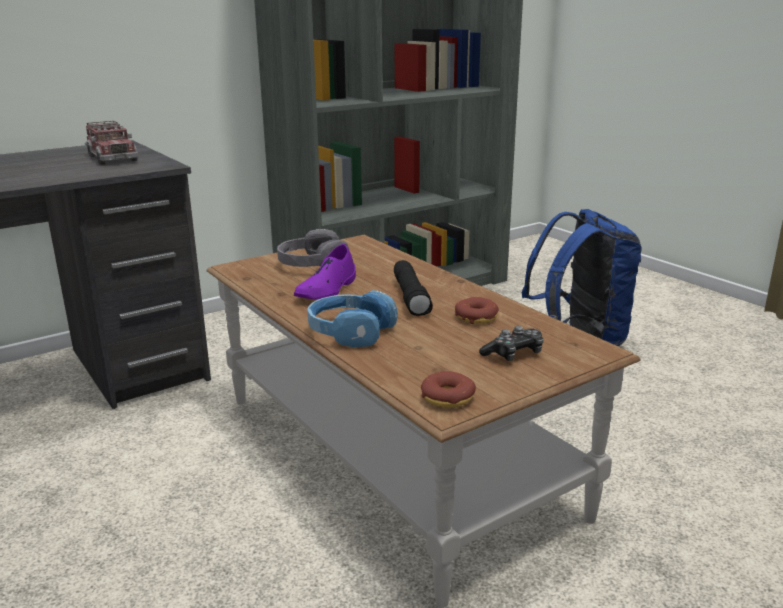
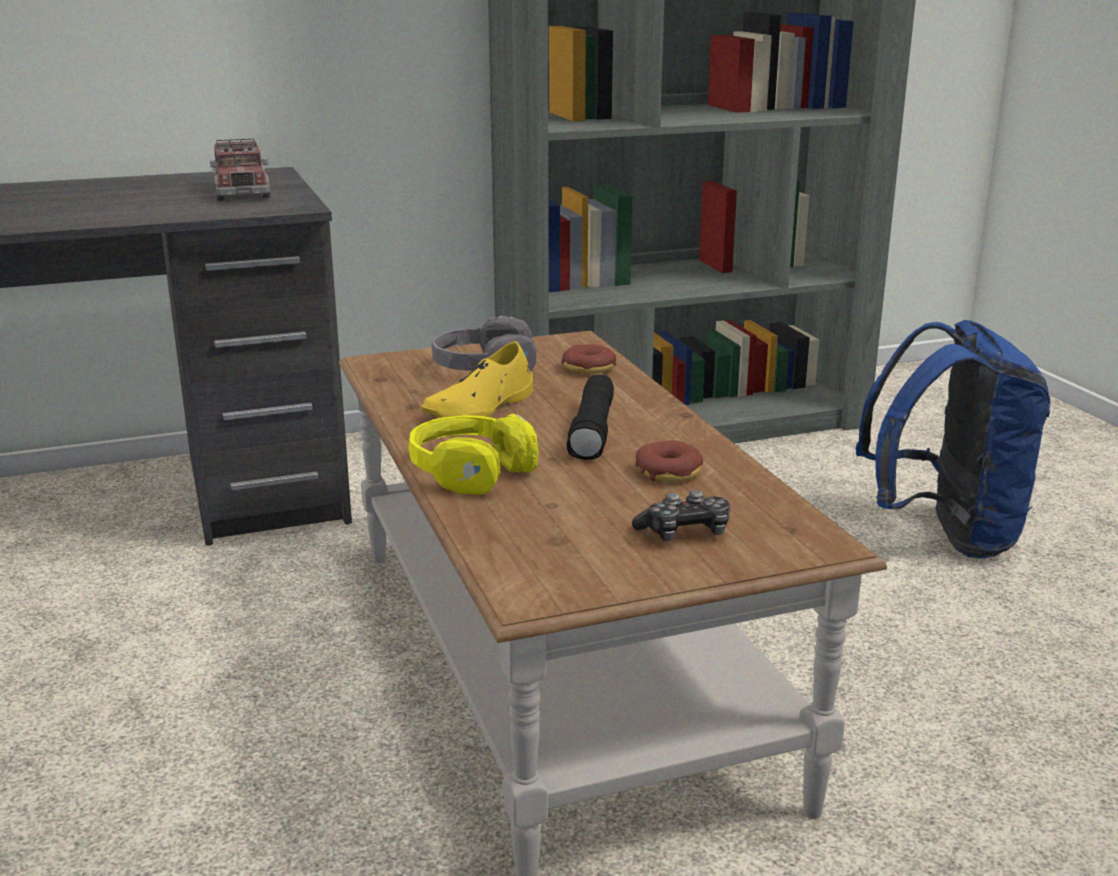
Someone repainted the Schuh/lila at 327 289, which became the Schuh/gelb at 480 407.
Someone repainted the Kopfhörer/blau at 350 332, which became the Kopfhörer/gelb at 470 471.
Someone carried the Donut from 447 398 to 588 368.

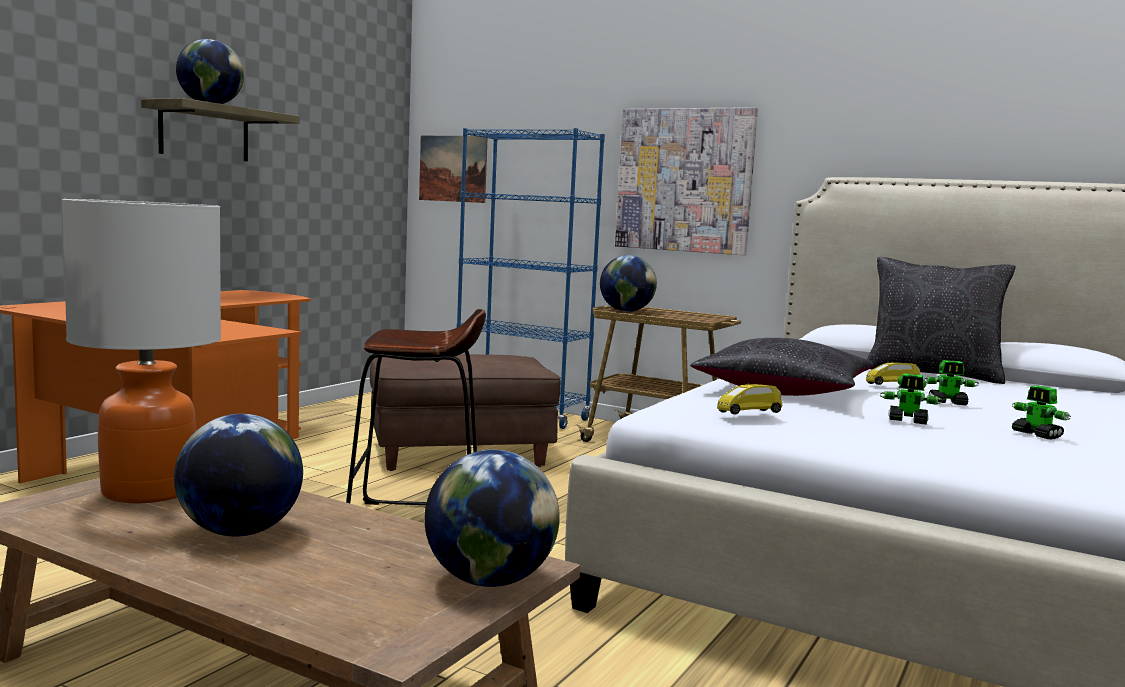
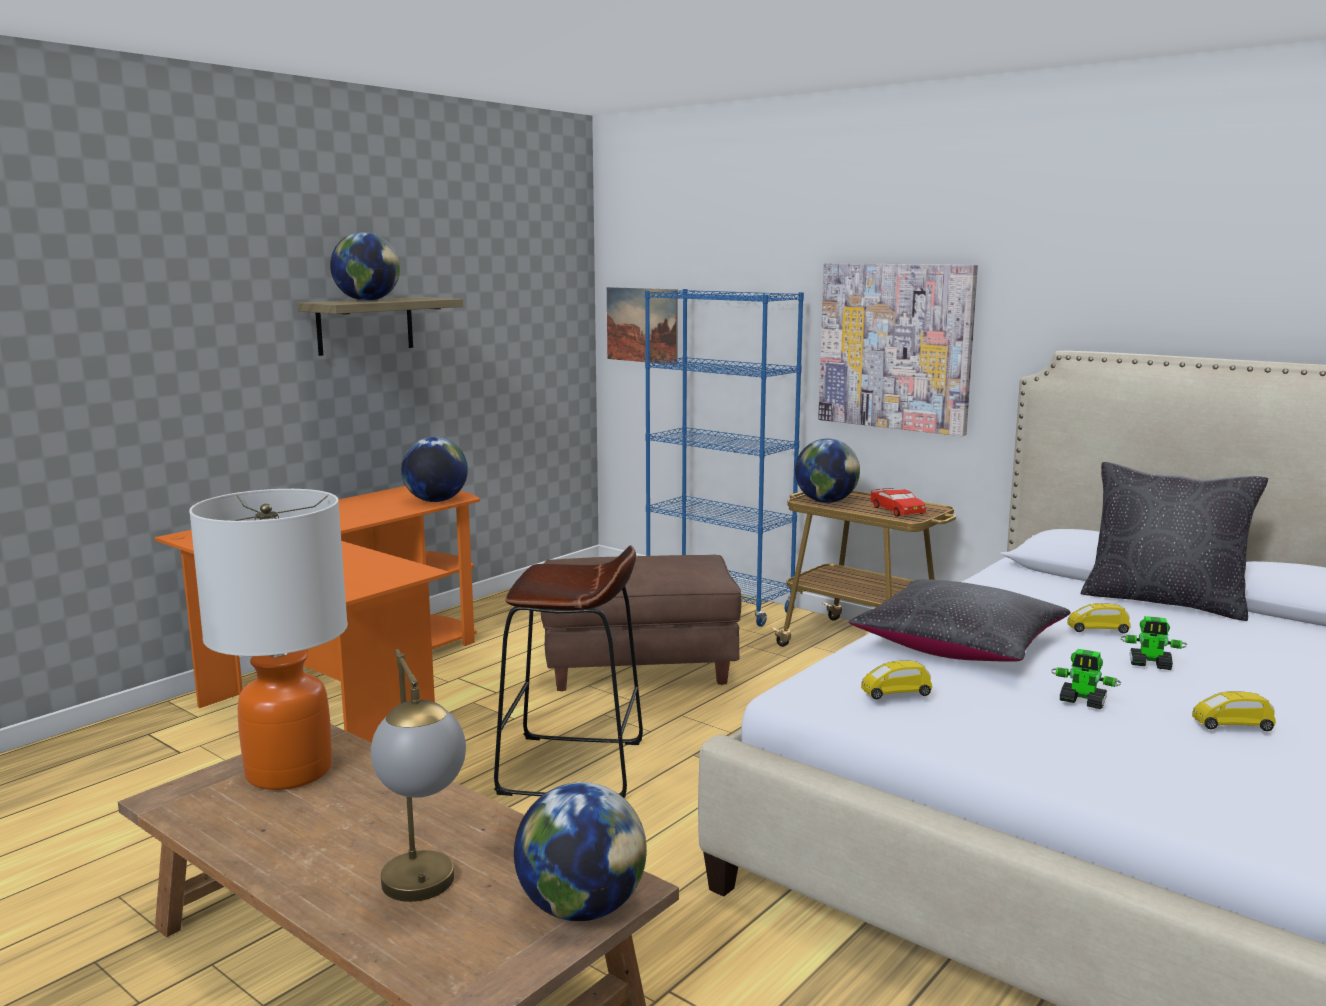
Someone swapped the Spielzeugroboter at 1037 435 for the Spielzeugauto/gelb at 1231 727.
Someone carried the Globus from 240 532 to 436 501.
Someone put down the Spielzeugauto/rot at 897 510.
Someone put down the Tischlampe at 424 895.

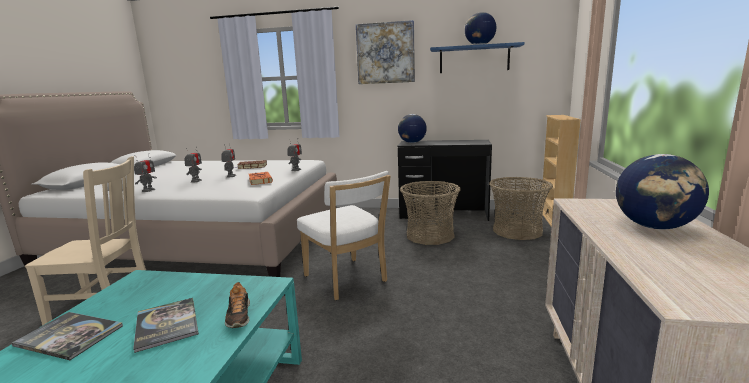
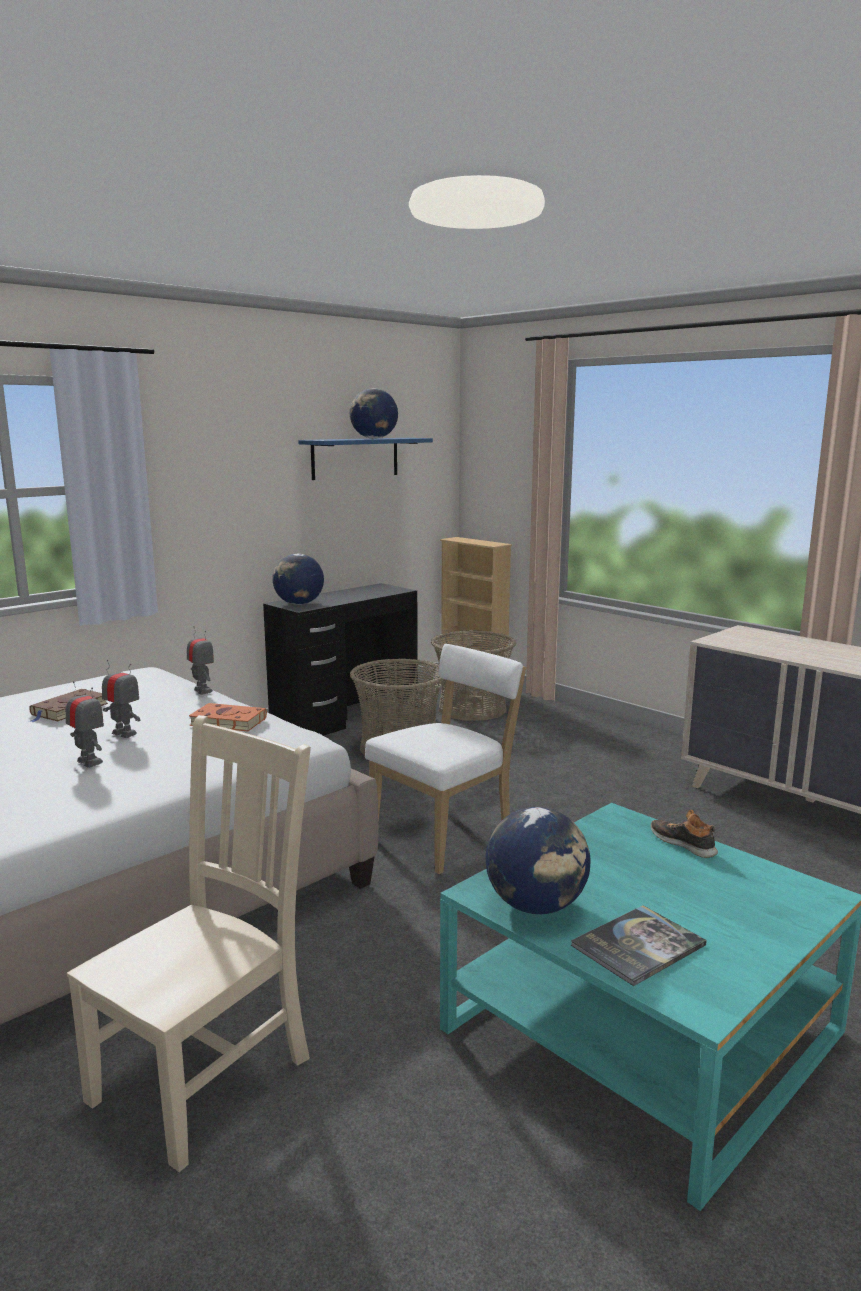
Someone took away the Bild at 385 53.
Someone carried the Globus from 654 227 to 536 906.
Someone took away the Spielzeugroboter at 148 190.
Someone rotated the Stuhl/weiß at 347 280 by 45 degrees counterclockwise.
Someone rotated the Schuh at 238 316 by 150 degrees counterclockwise.
Someone took away the Buch at 167 324.

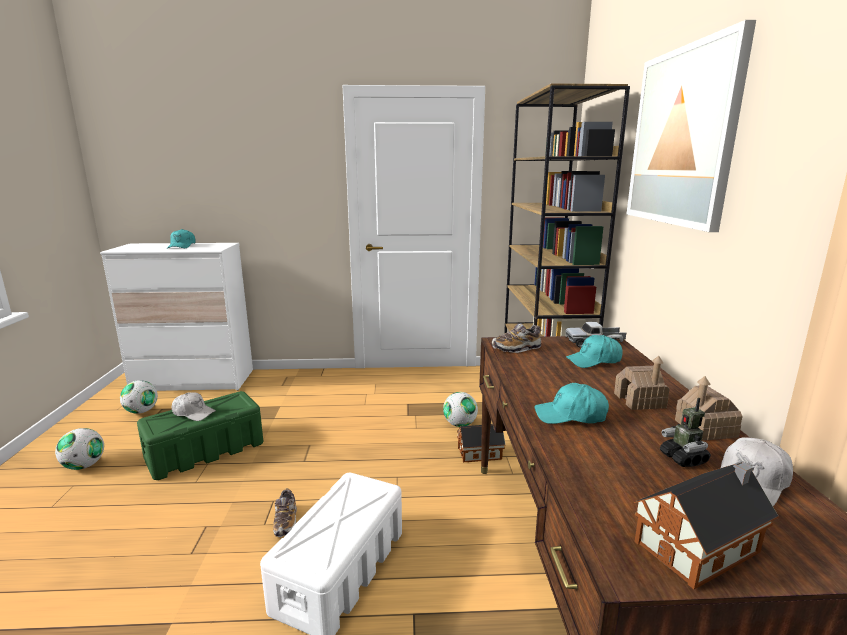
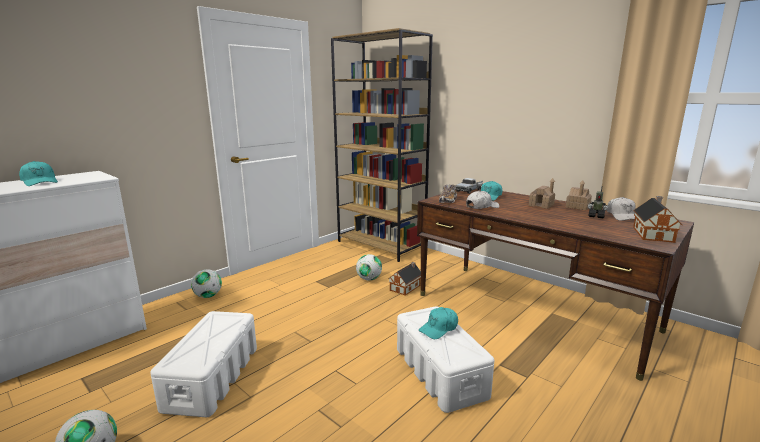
Someone took away the Bild at 682 137.
Someone carried the Fußball from 141 411 to 208 296.
Someone carried the Kappe/türkis from 570 415 to 439 328.
Someone repainted the Aufbewahrungsbox/grün at 206 451, which became the Aufbewahrungsbox/weiß at 213 377.
Someone carried the Kappe/weiß from 193 413 to 481 207.
Someone took away the Schuh at 286 521.

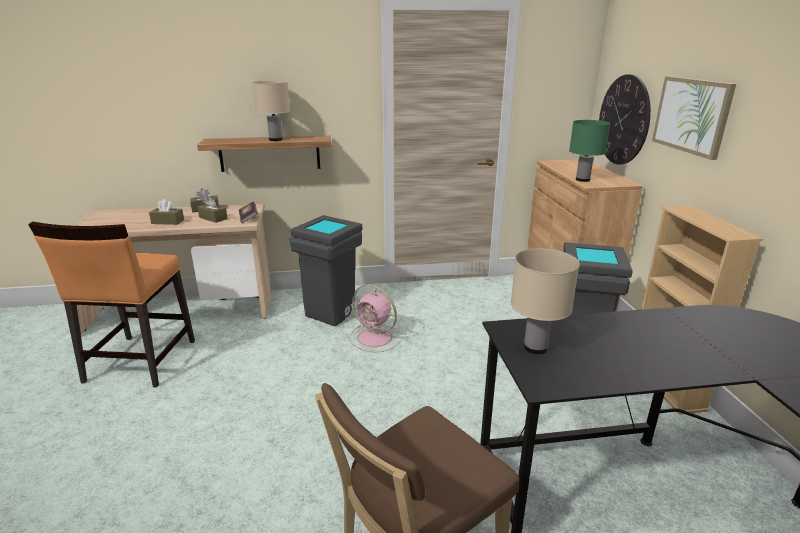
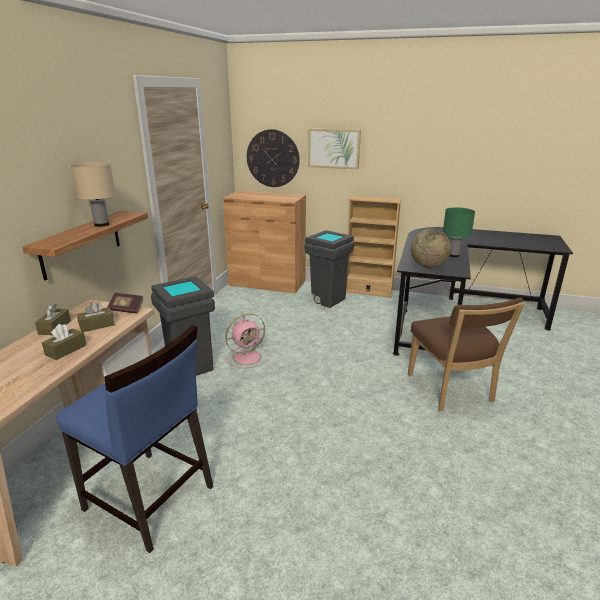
Someone carried the Tischlampe/grün from 583 179 to 453 255.
Someone repainted the Stuhl/orange at 140 361, which became the Stuhl/blau at 149 499.
Someone swapped the Tischlampe/beige at 536 347 for the Globus at 428 266.

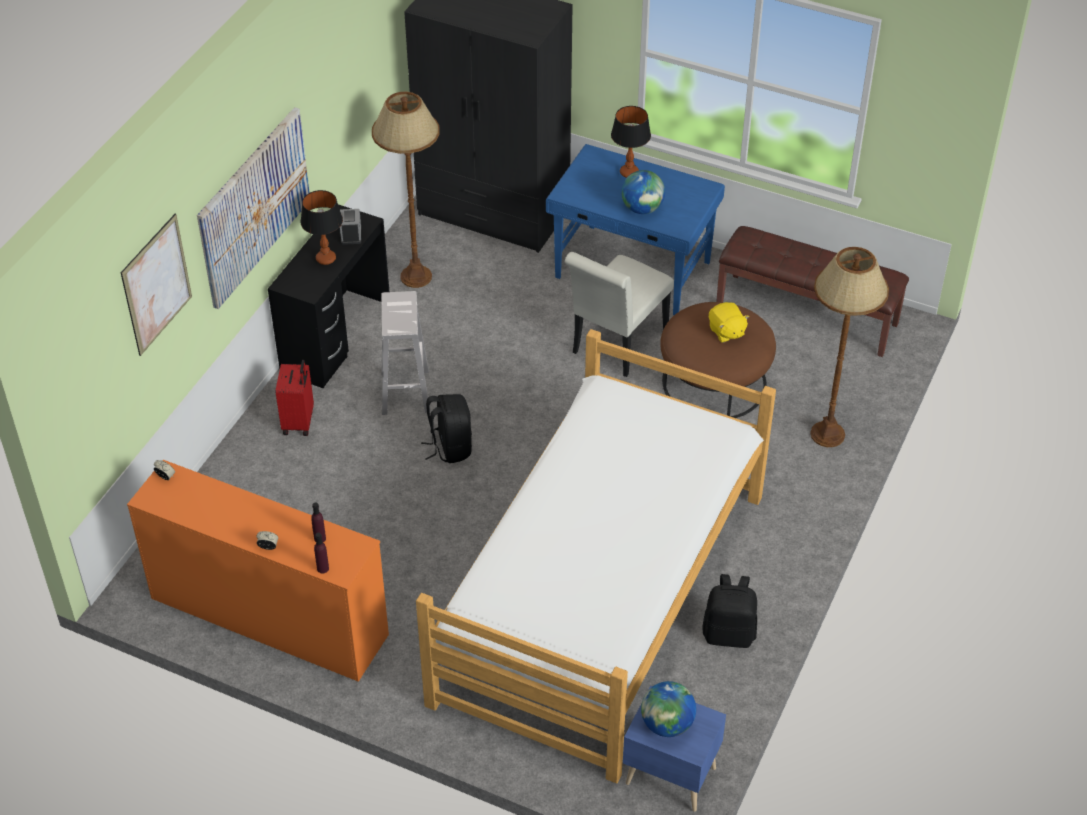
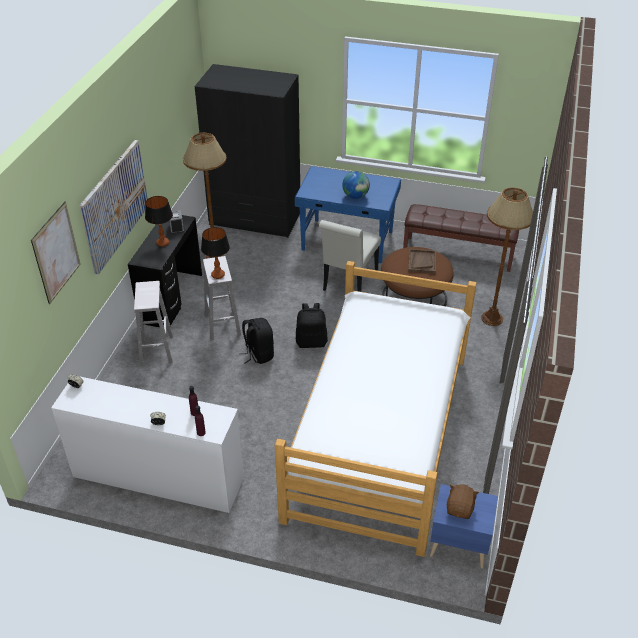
Someone carried the Tischlampe from 629 173 to 218 275.
Someone swapped the Plüschtier/gelb at 726 332 for the Tablett/braun at 422 262.
Someone swapped the Koffer/rot at 299 422 for the Hocker/weiß at 156 351.
Someone repainted the Kommode/orange at 268 616, which became the Kommode/weiß at 157 477.
Someone carried the Rucksack/schwarz from 729 633 to 311 342.
Someone swapped the Globus at 667 724 for the Plüschtier/braun at 460 509.

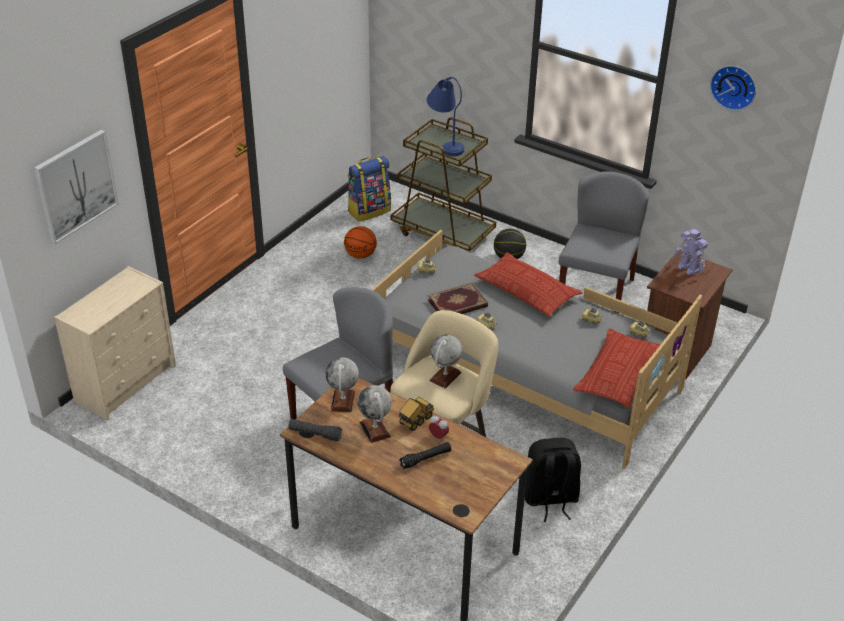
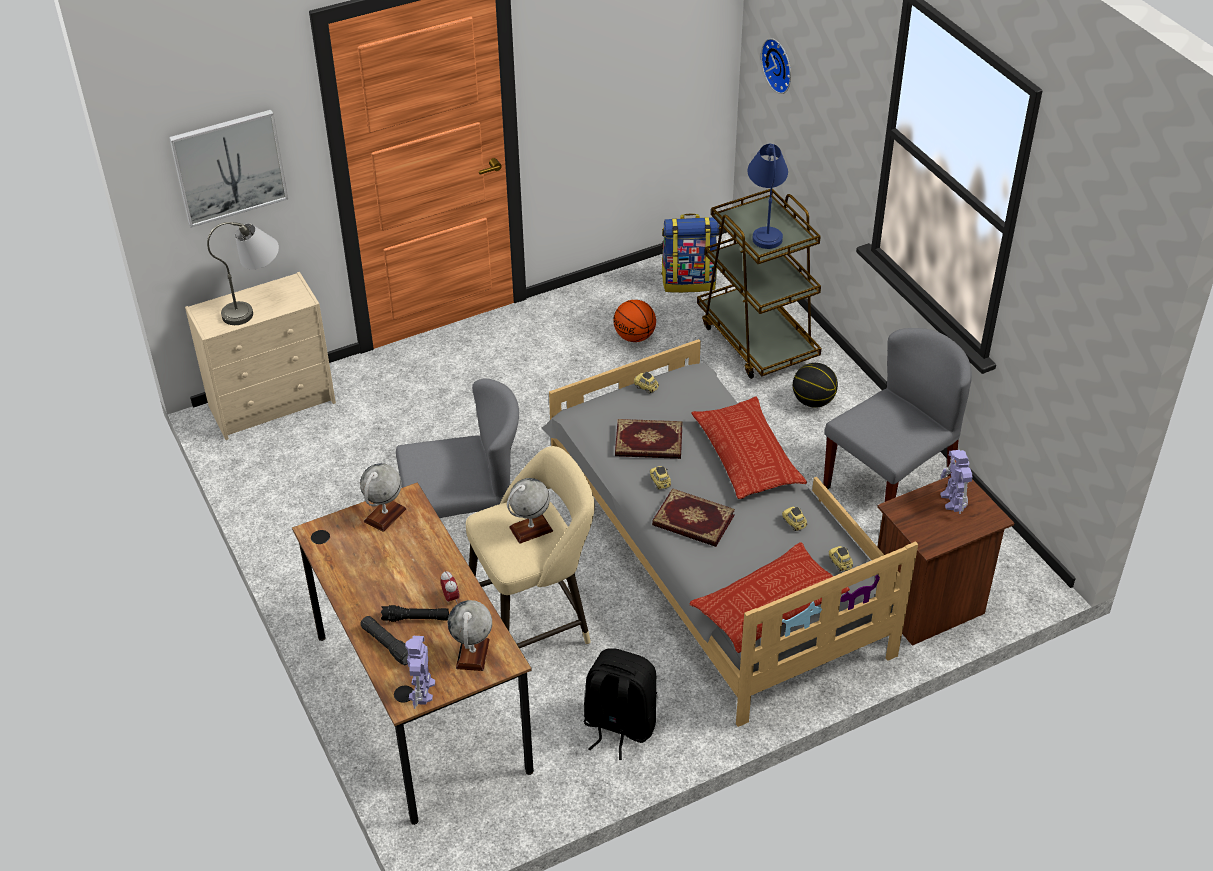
Someone carried the Wanduhr from 734 86 to 780 64.
Someone carried the Globus from 375 429 to 473 654.
Someone took away the Spielzeuglaster at 415 421.
Someone carried the Taschenlampe/schwarz from 315 434 to 387 645.
Someone put down the Tischlampe/grau at 256 306.
Someone put down the Buch at 693 521.
Someone put down the Spielzeugroboter at 422 691.

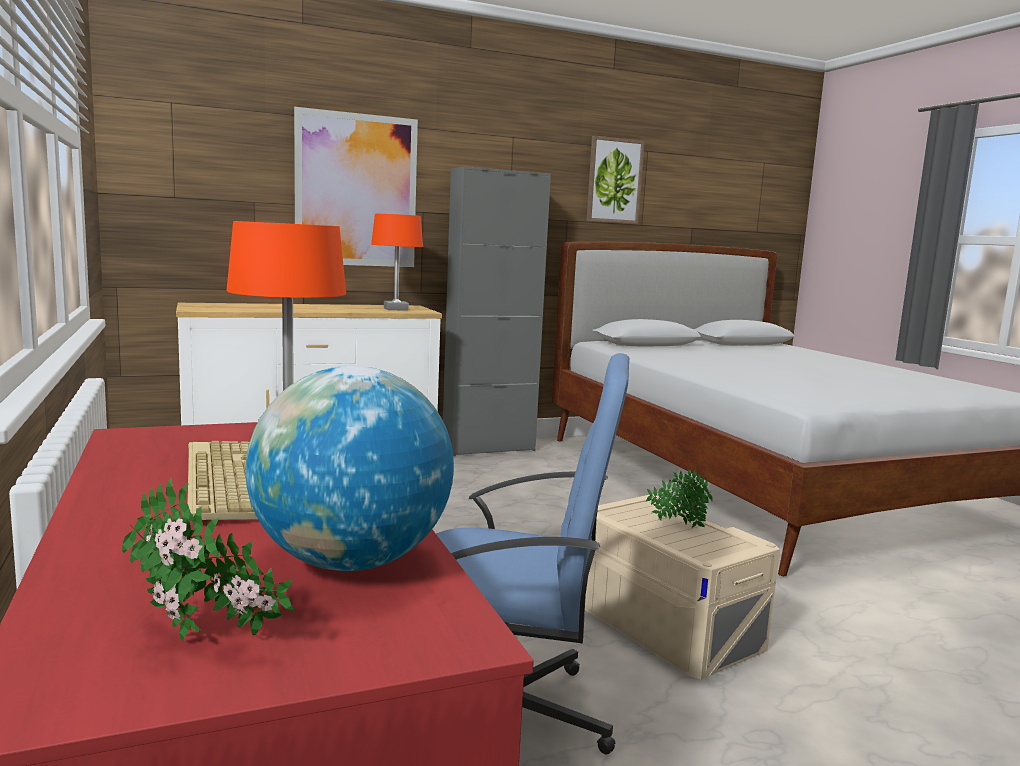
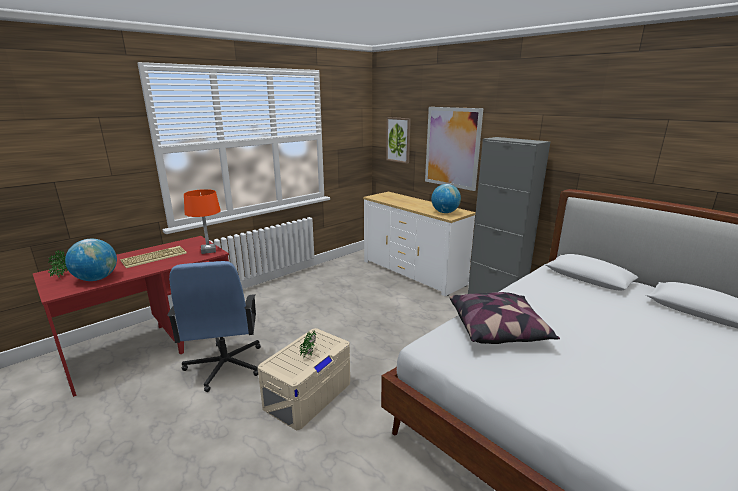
Someone carried the Bild from 614 181 to 398 140.
Someone swapped the Tischlampe/orange at 395 309 for the Globus at 445 212.
Someone put down the Kissen at 498 330.

